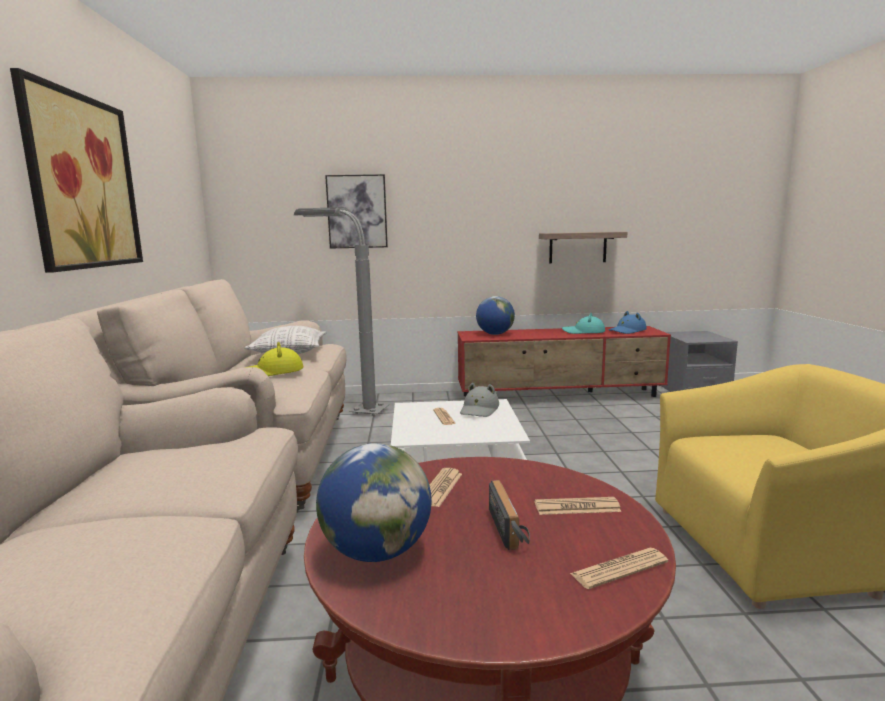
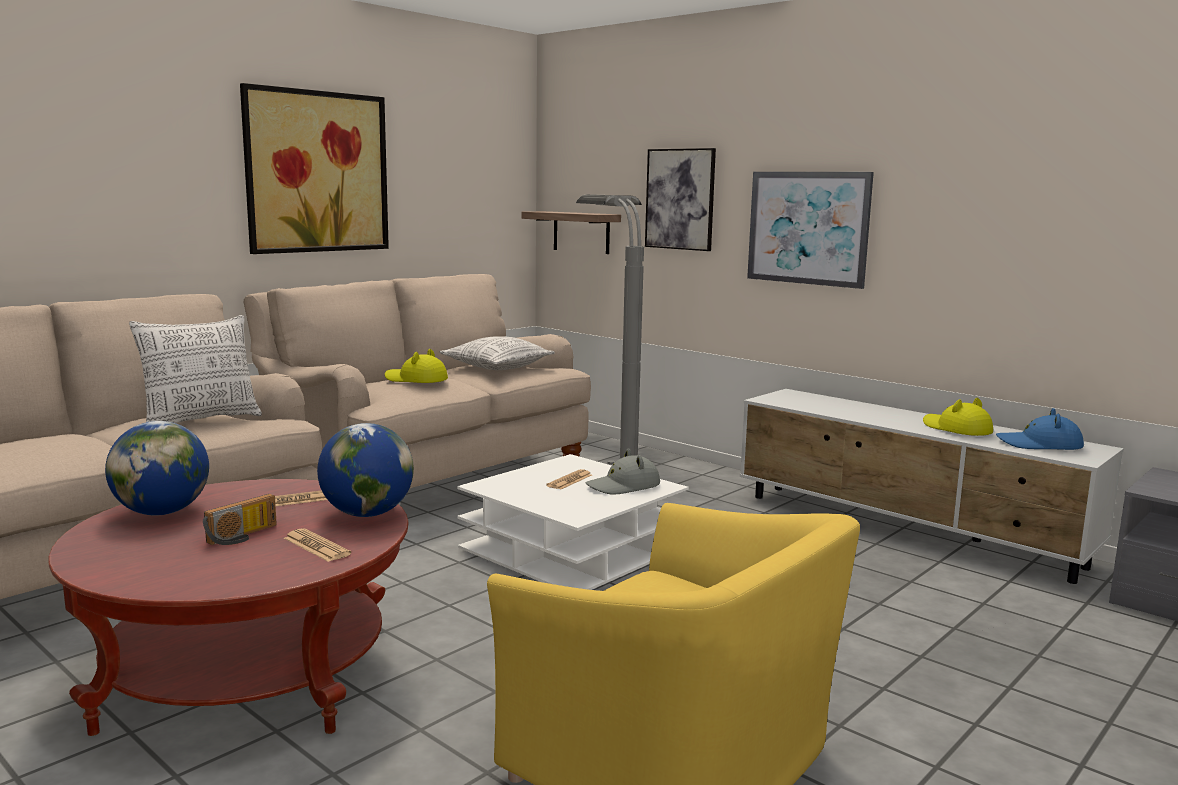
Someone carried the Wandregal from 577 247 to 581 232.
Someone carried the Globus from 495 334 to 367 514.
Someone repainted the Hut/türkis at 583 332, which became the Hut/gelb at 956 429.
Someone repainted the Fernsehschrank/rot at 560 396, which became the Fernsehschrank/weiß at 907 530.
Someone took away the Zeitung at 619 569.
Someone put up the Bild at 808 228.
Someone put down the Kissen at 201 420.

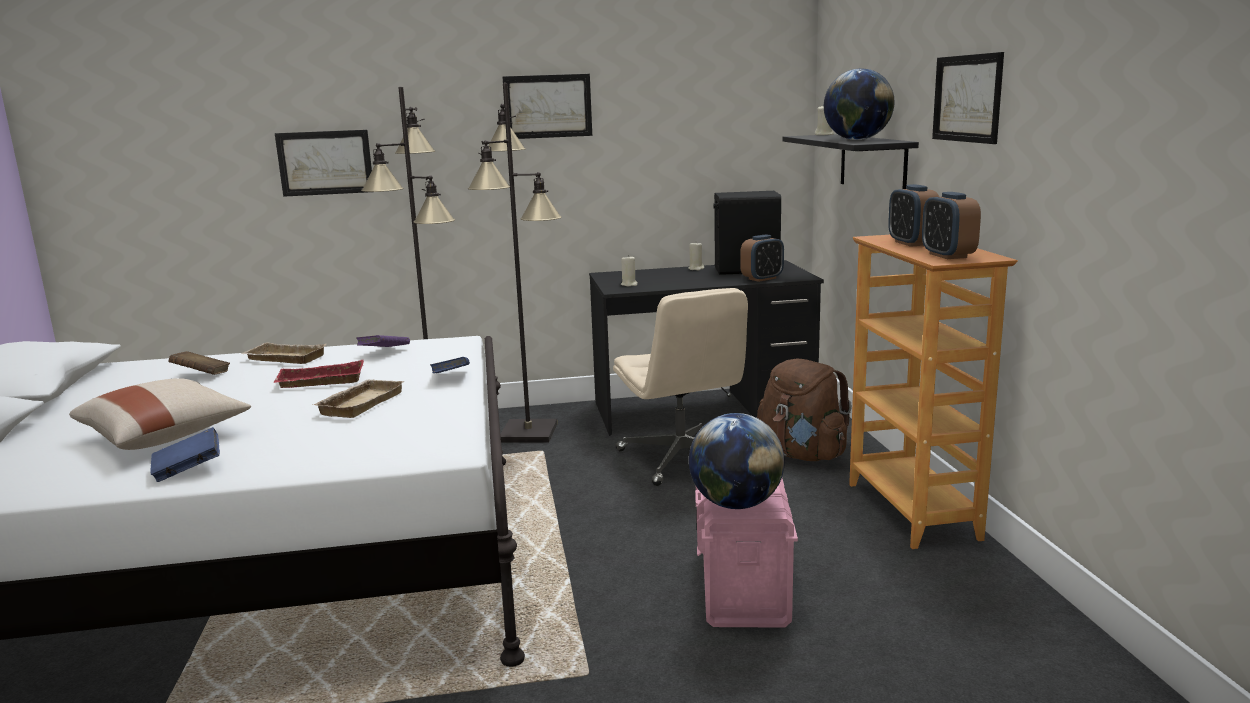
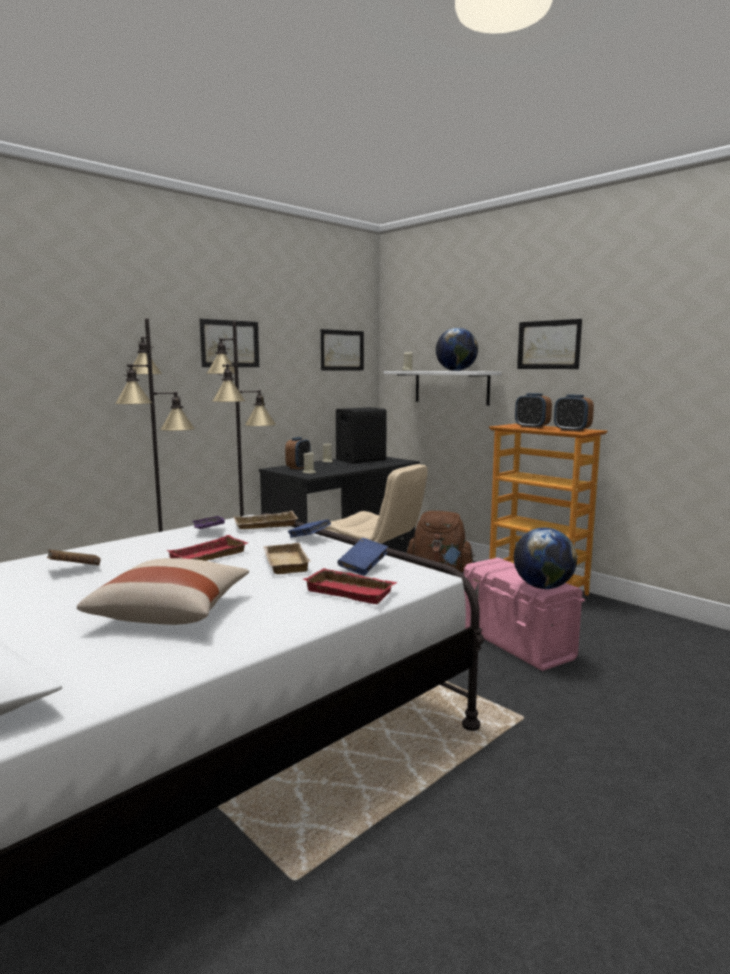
Someone carried the Bild from 325 163 to 342 350.
Someone repainted the Wandregal/schwarz at 872 164, which became the Wandregal/weiß at 451 387.
Someone carried the Wecker from 762 279 to 298 467.
Someone carried the Tablett/beige from 283 359 to 265 526.
Someone carried the Buch/blau from 188 470 to 363 568.
Someone put down the Tablett/rot at 352 591.

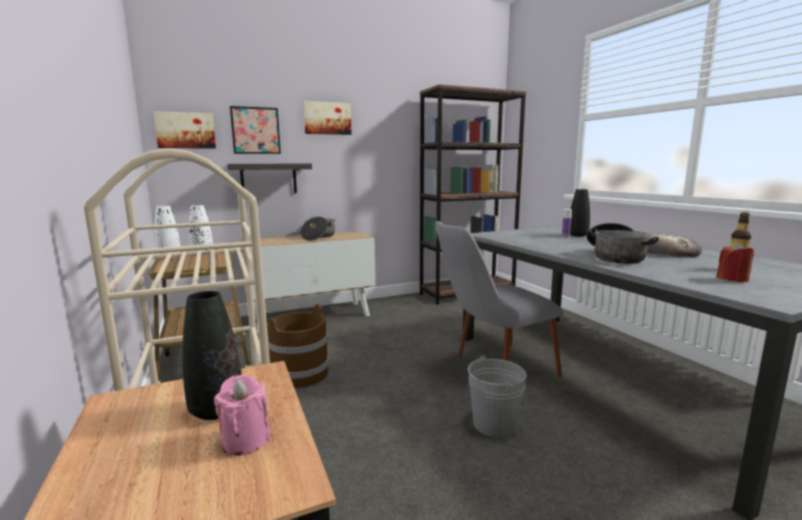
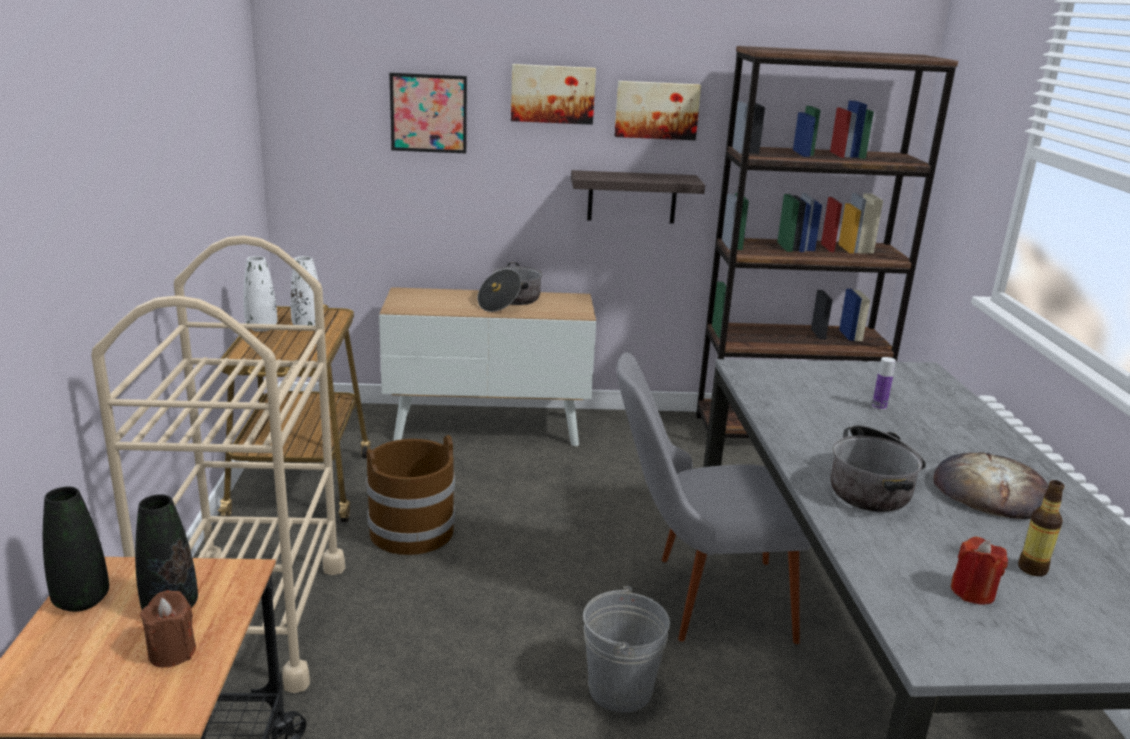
Someone carried the Bild from 185 130 to 656 110.
Someone carried the Wandregal from 269 179 to 632 197.
Someone carried the Vase/schwarz from 578 235 to 81 600.
Someone repainted the Kerze/rosa at 245 440, which became the Kerze/braun at 172 652.

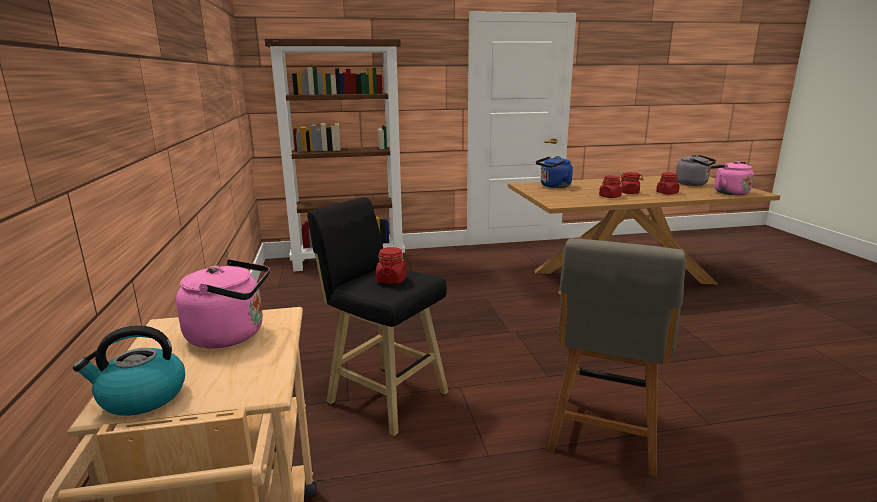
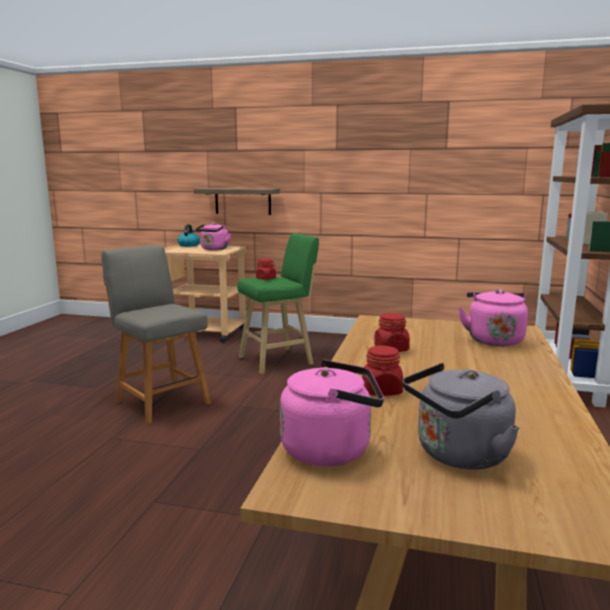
Someone repainted the Wasserkessel/blau at 553 186, which became the Wasserkessel/rosa at 493 340.
Someone took away the Vorratsglas/rot at 630 193.
Someone repainted the Hocker/schwarz at 384 395, which became the Hocker/grün at 279 360.
Someone put up the Wandregal at 243 201.

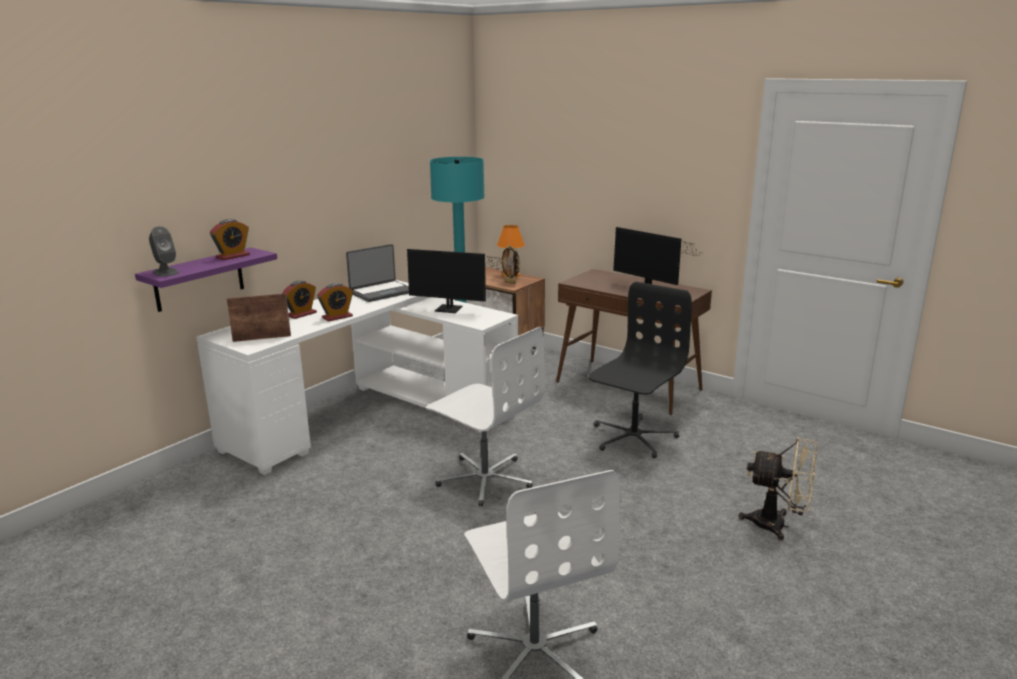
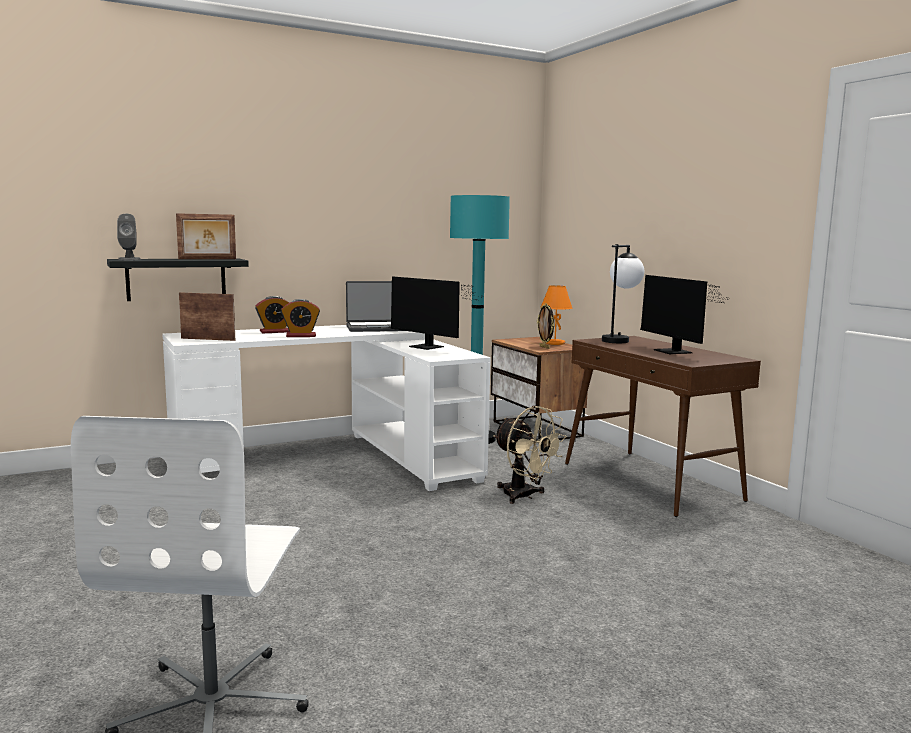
Someone swapped the Wecker at 233 256 for the Bilderrahmen at 207 259.
Someone repainted the Wandregal/lila at 199 279, which became the Wandregal/schwarz at 176 279.
Someone took away the Bürostuhl/schwarz at 633 437.
Someone took away the Bürostuhl/weiß at 485 479.
Someone carried the Ventilator/beige from 778 525 to 524 496.
Someone put down the Tischlampe at 619 340.

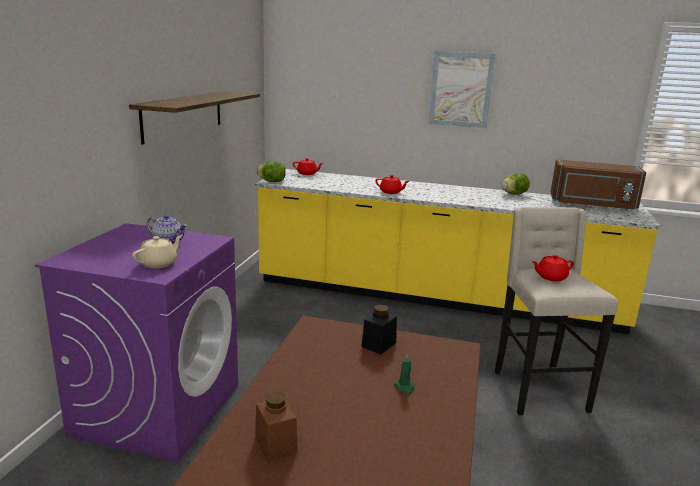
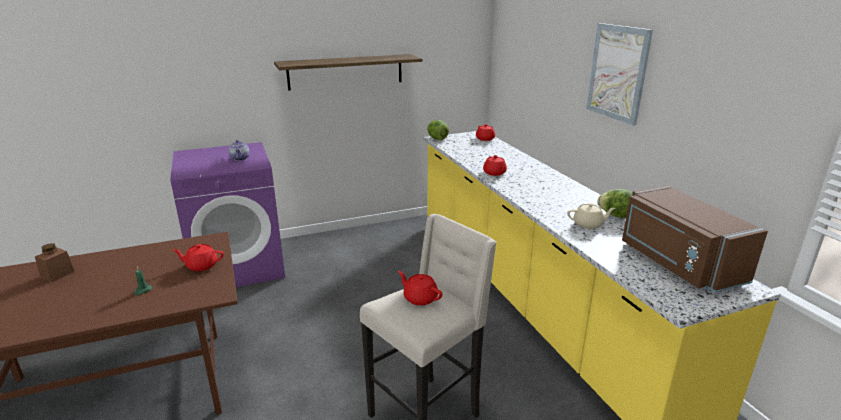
Someone carried the Teekanne/beige from 159 263 to 588 224.
Someone swapped the Vorratsglas/schwarz at 378 344 for the Teekanne/rot at 201 266.

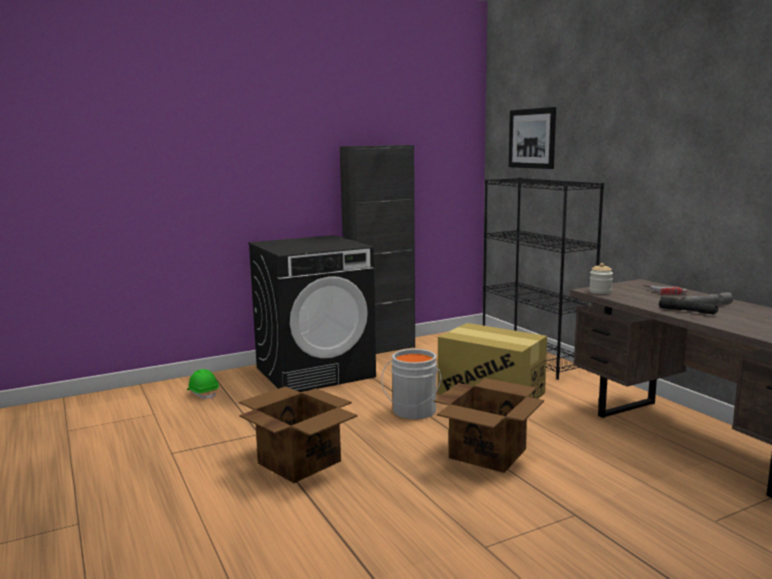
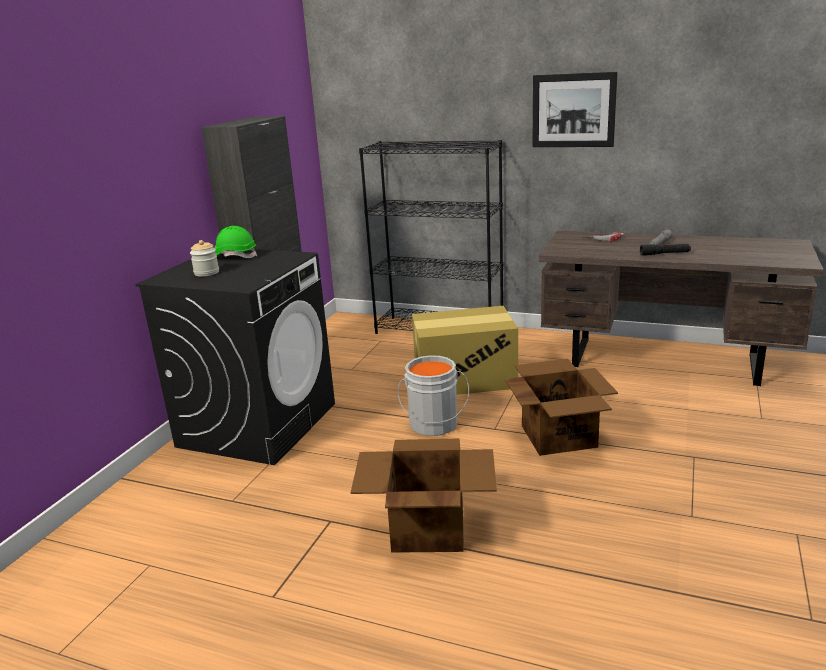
Someone carried the Bild from 531 138 to 573 110.
Someone carried the Vorratsglas from 600 292 to 206 273.
Someone carried the Schutzhelm/grün from 203 393 to 234 257.

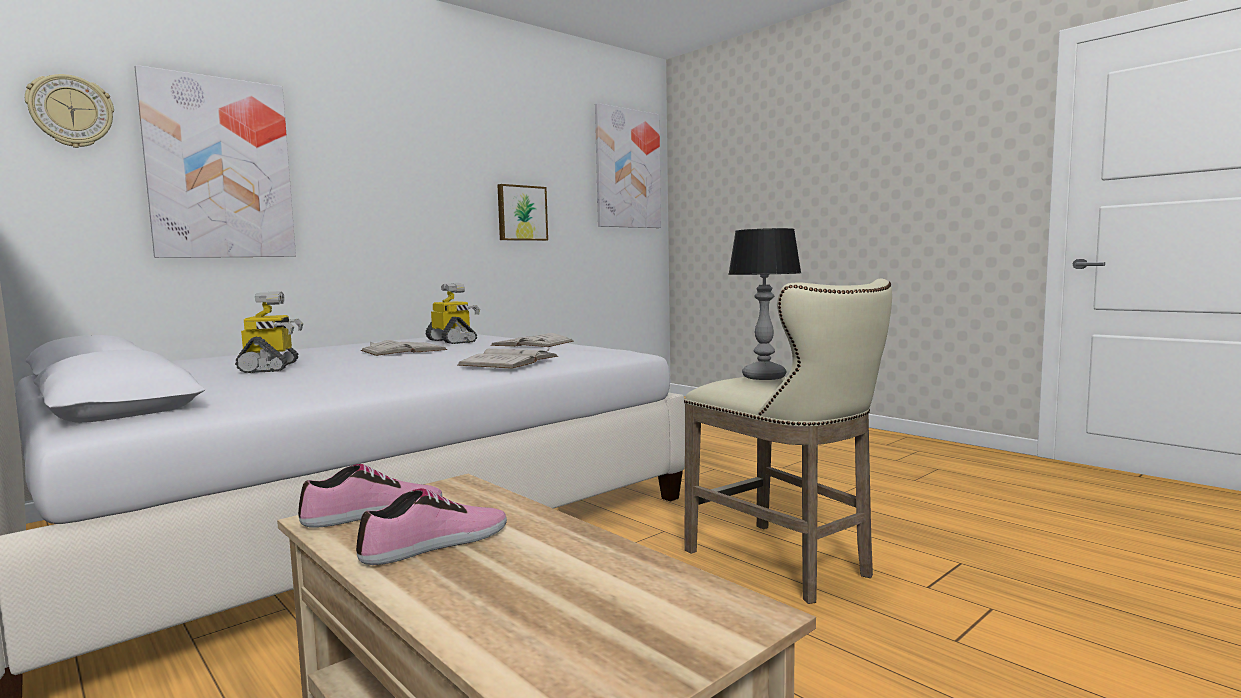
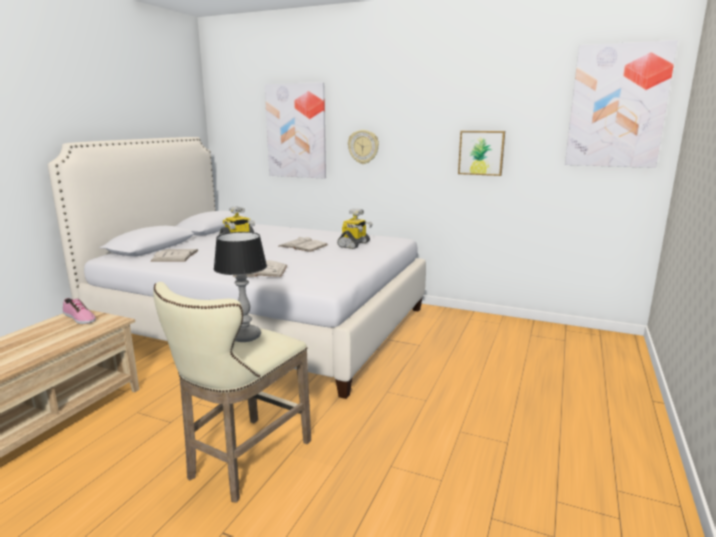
Someone carried the Wanduhr from 71 111 to 363 147.
Someone carried the Buch/weiß from 532 343 to 175 255.
Someone took away the Schuh at 436 544.

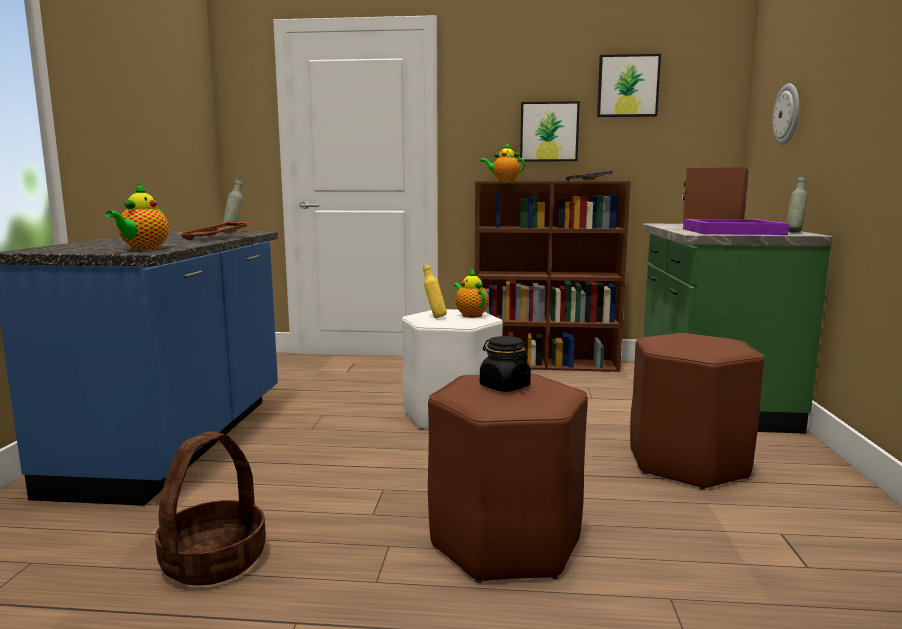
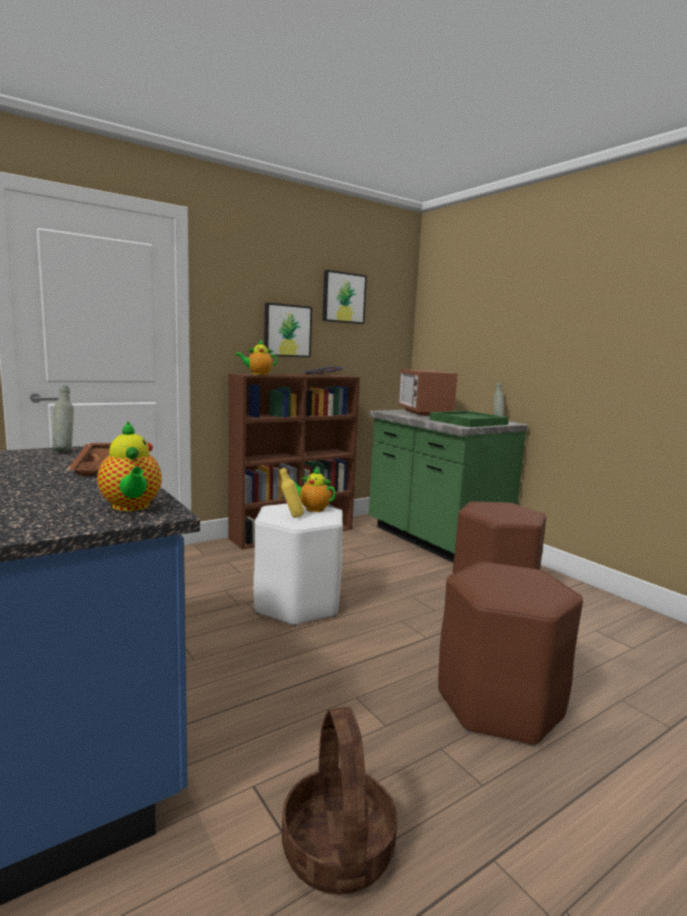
Someone took away the Wanduhr at 787 114.
Someone repainted the Tablett/lila at 732 231, which became the Tablett/grün at 468 422.
Someone took away the Vorratsglas/schwarz at 504 386.

